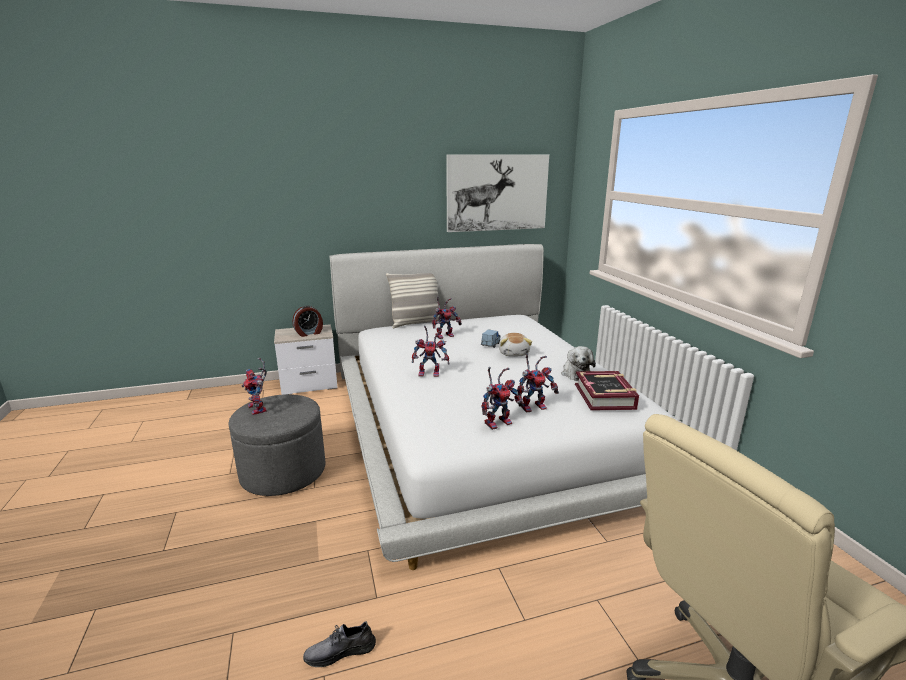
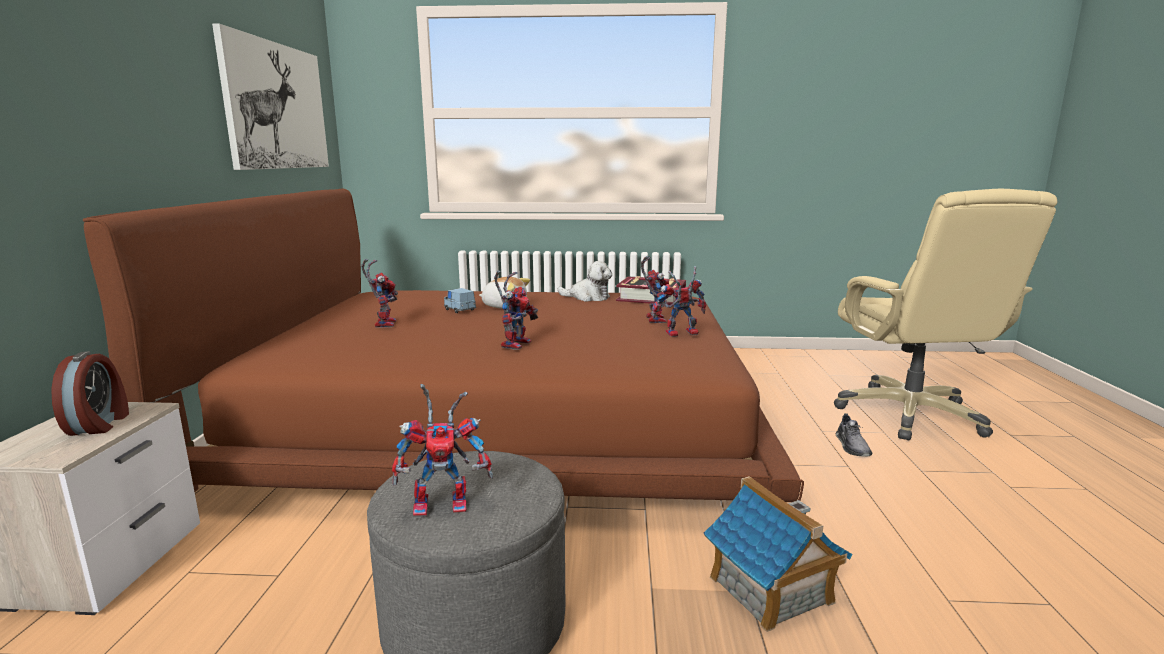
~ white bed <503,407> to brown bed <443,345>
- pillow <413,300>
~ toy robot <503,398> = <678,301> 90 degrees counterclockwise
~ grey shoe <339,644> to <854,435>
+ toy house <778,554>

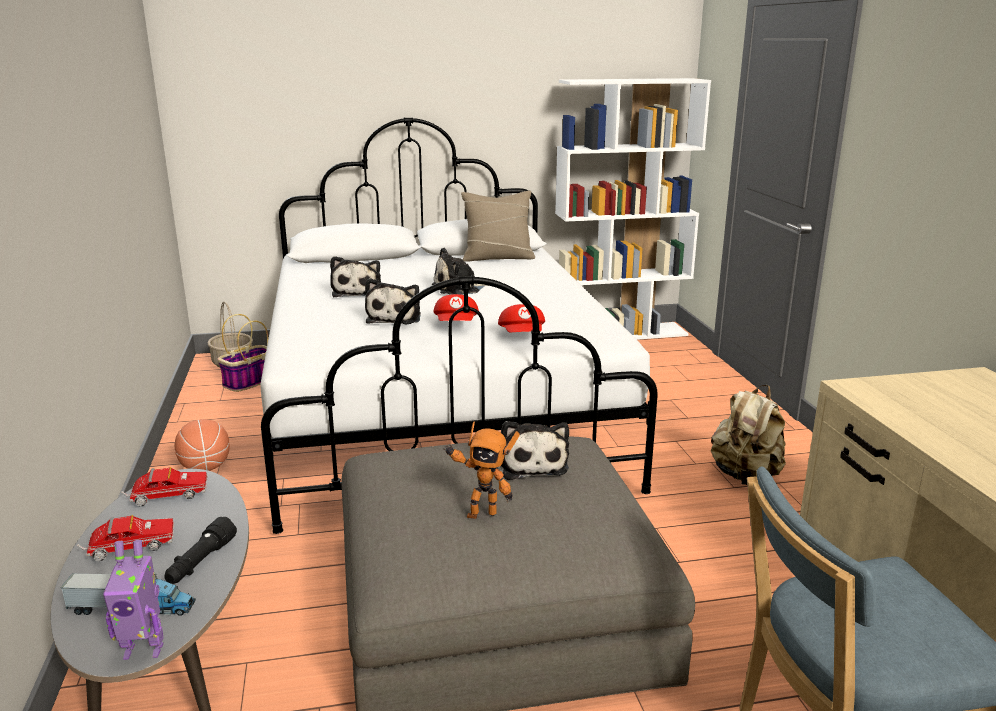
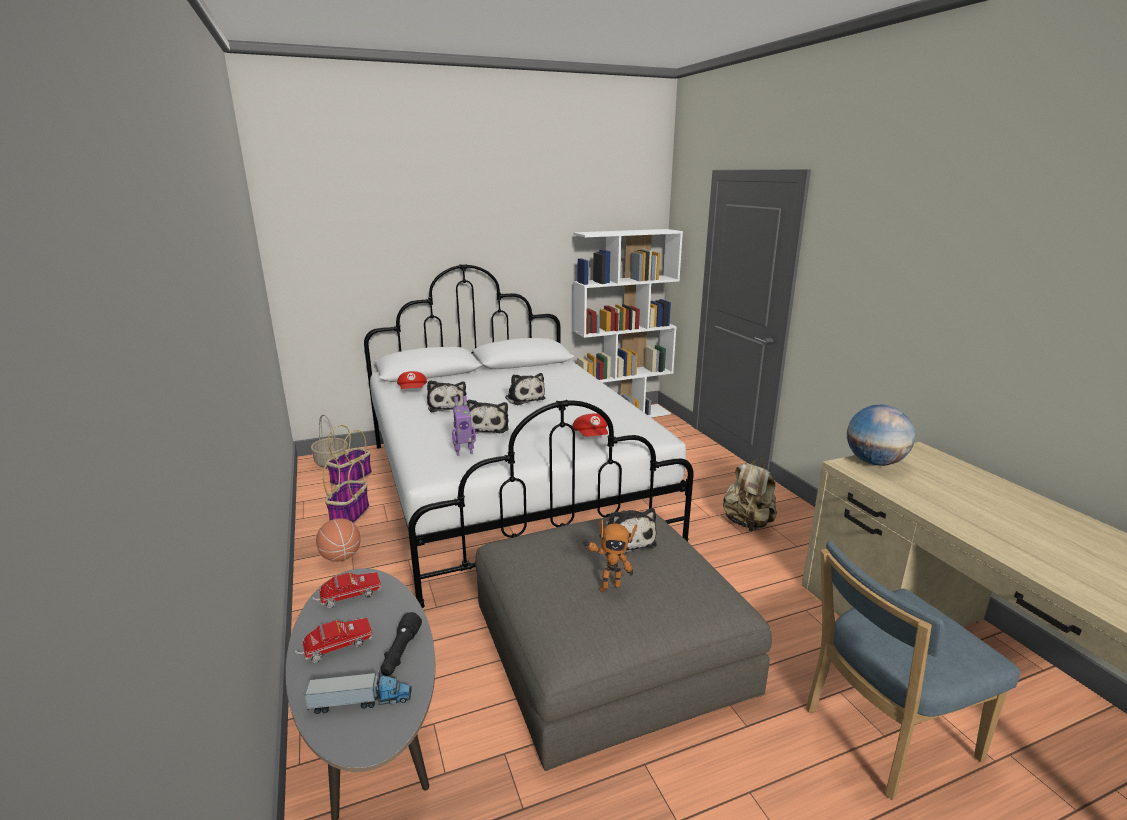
- beige pillow <498,226>
~ plush toy <460,271> = <525,389> 90 degrees counterclockwise
~ red cap <456,307> to <412,380>
~ toy robot <133,600> to <464,426>
+ globe <881,435>
+ basket <346,490>

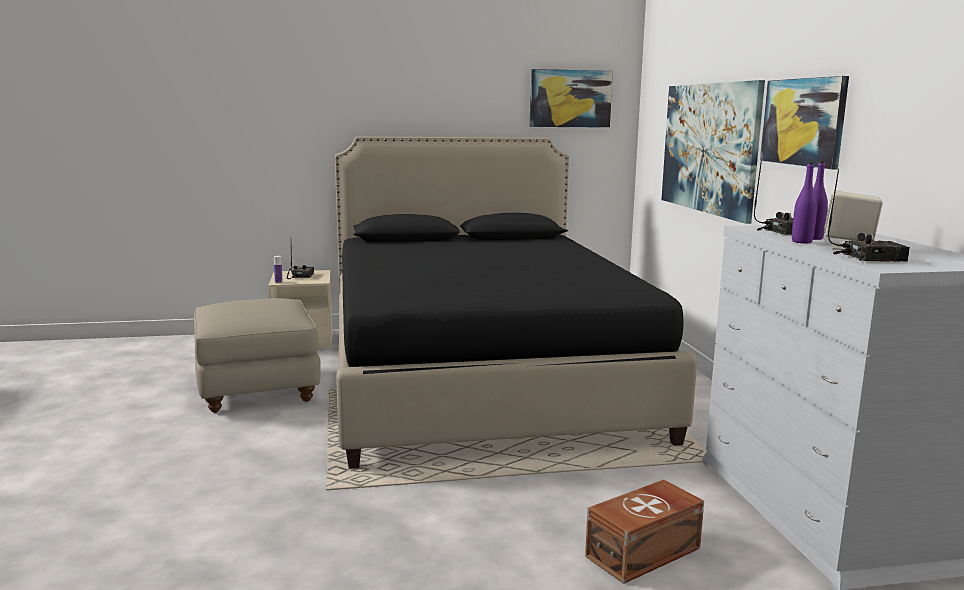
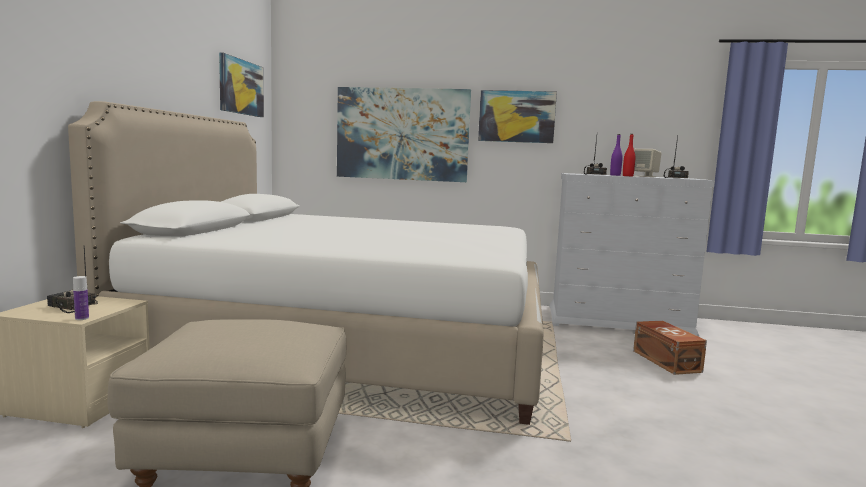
~ black bed <516,303> to white bed <306,263>
~ purple bottle <804,202> to red bottle <629,155>

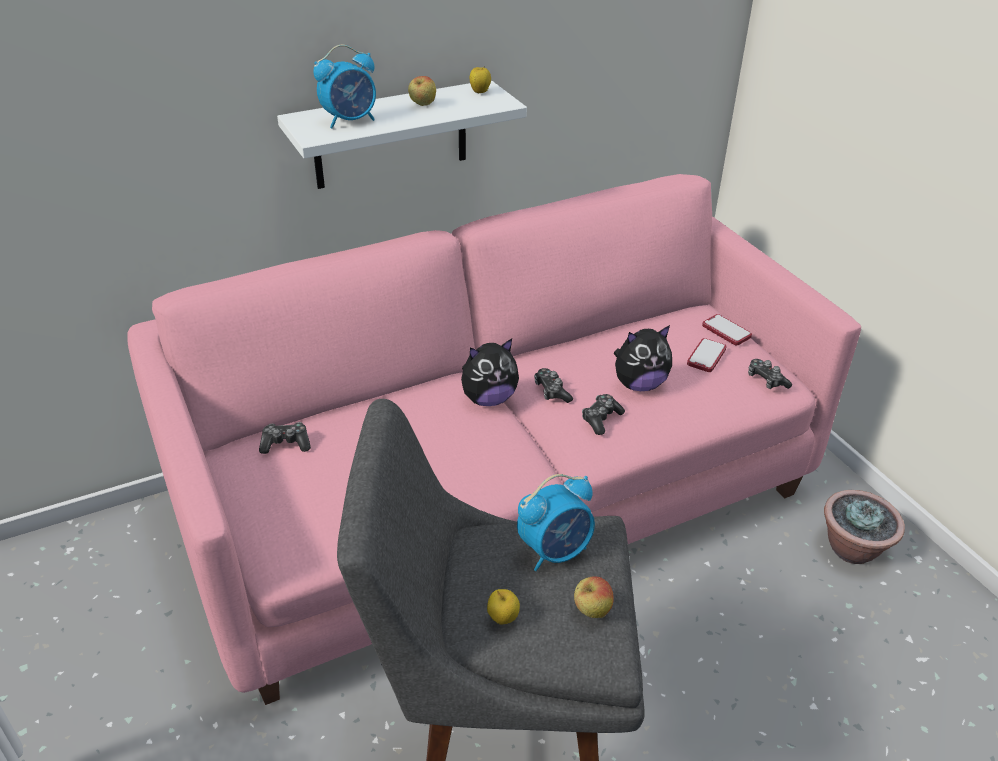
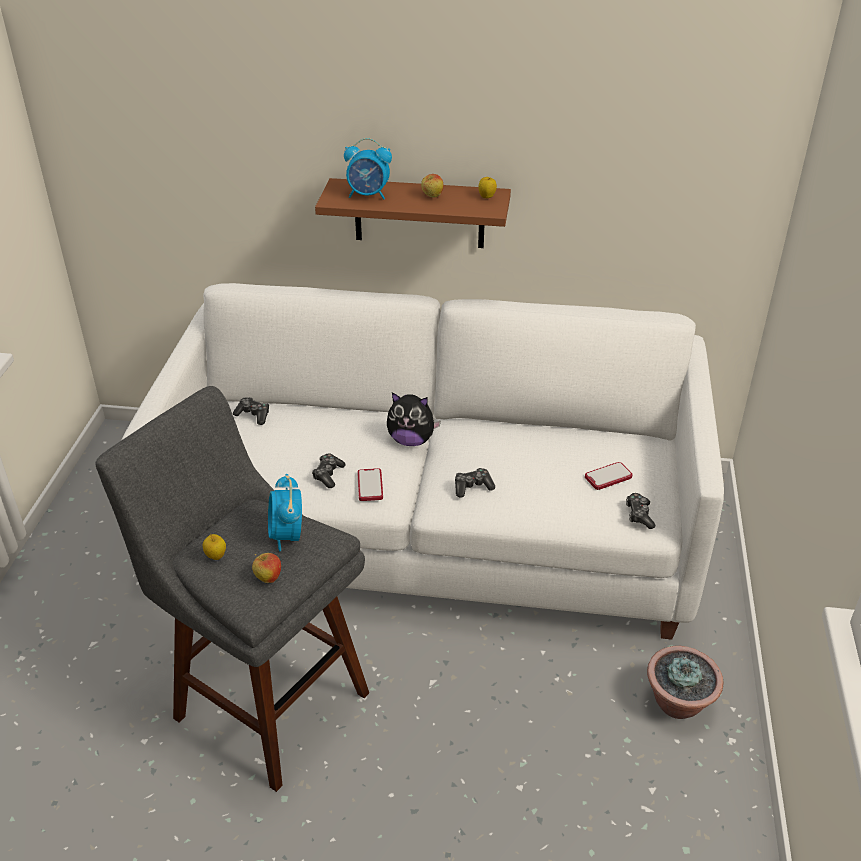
~ white shelf <402,134> to brown shelf <413,213>
~ pink sofa <494,439> to white sofa <422,461>
~ phone <727,329> to <370,484>
- plush toy <642,358>
~ game controller <553,385> to <329,471>
~ alarm clock <556,522> = <285,513> 75 degrees clockwise

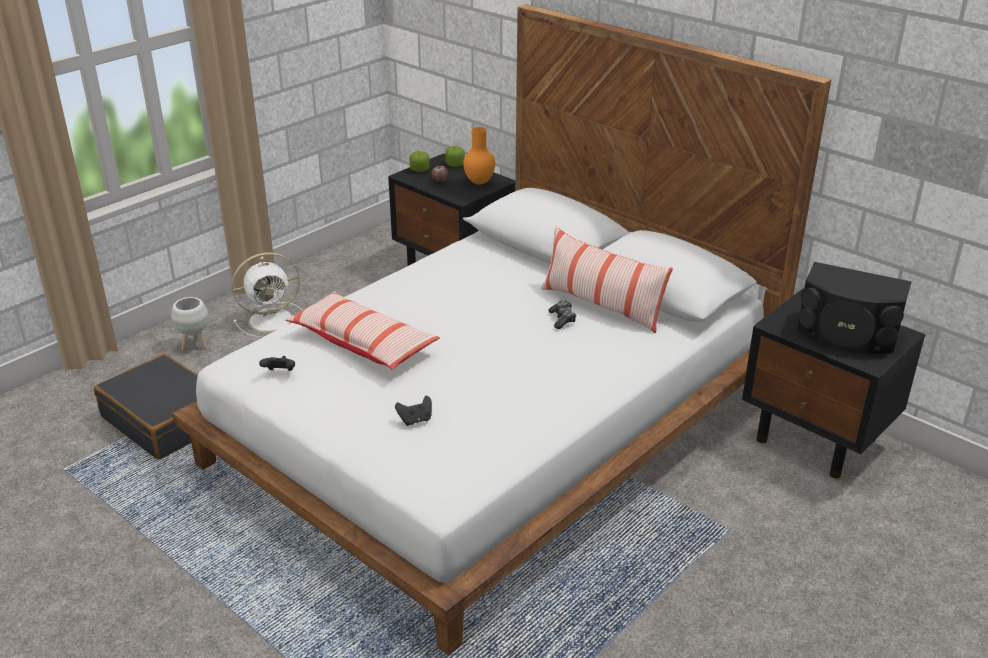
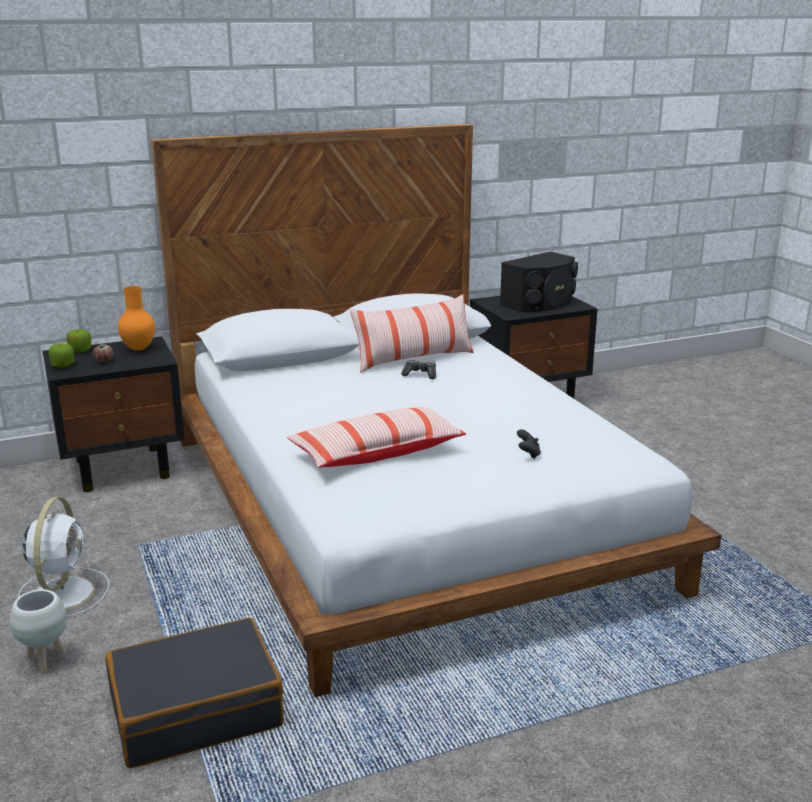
- black game controller <277,363>

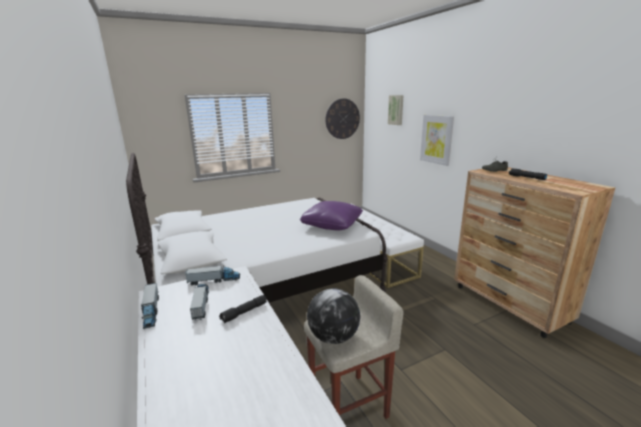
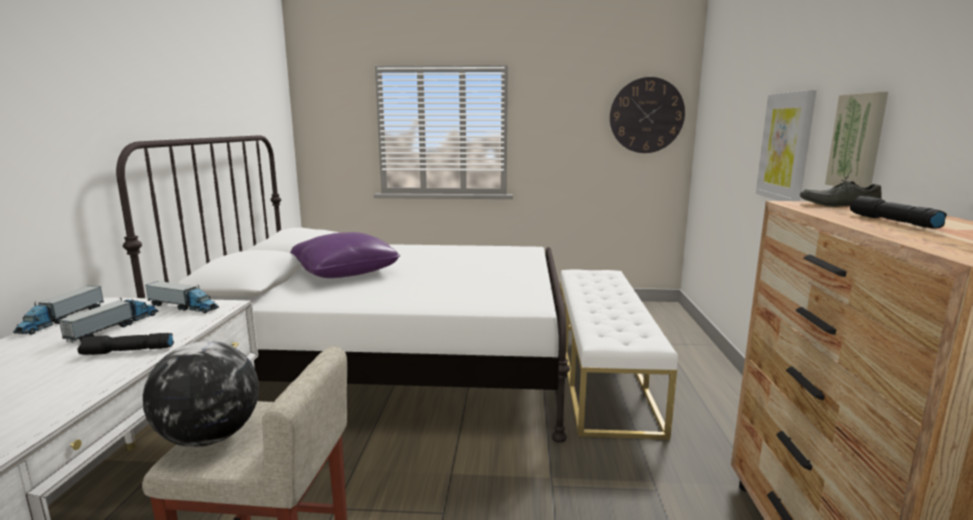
~ picture <396,110> to <856,140>
~ purple pillow <331,216> to <345,255>

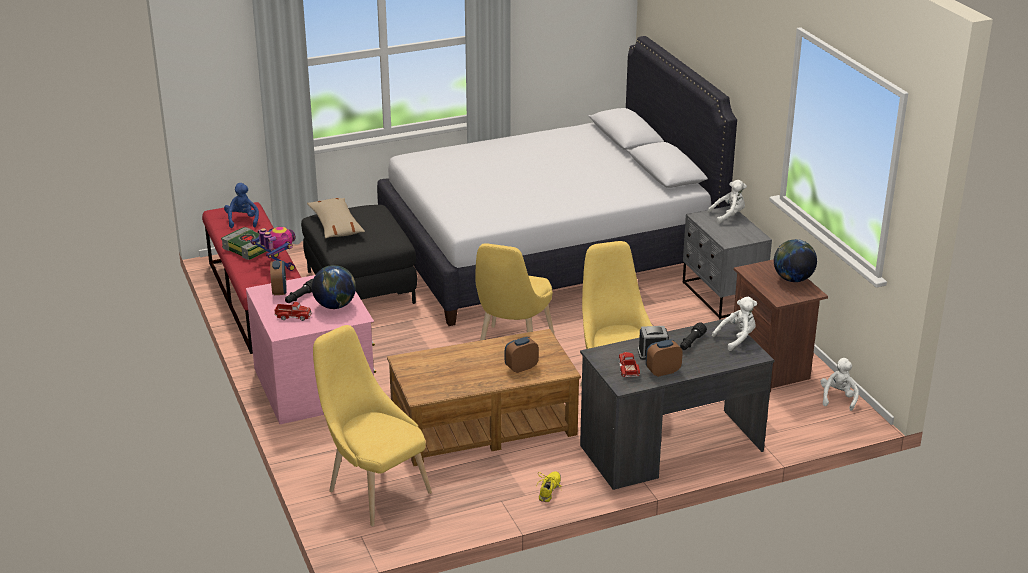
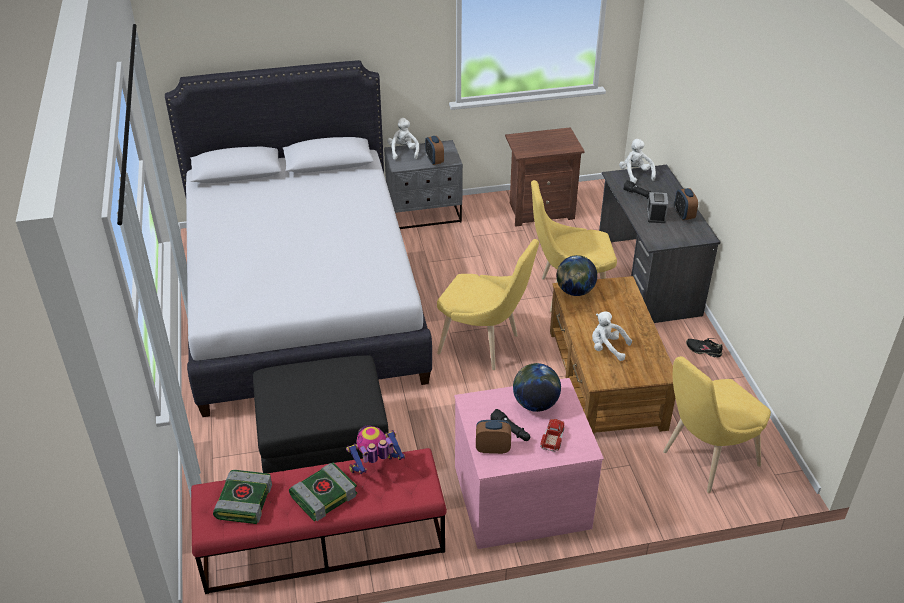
~ blue plush toy <241,205> to book <242,497>
- beige pillow <336,218>
~ globe <795,260> to <577,275>
~ alarm clock <522,355> to <434,150>
- toy truck <629,364>
~ white plush toy <840,384> to <612,336>
~ yellow shoe <549,486> to black shoe <704,348>

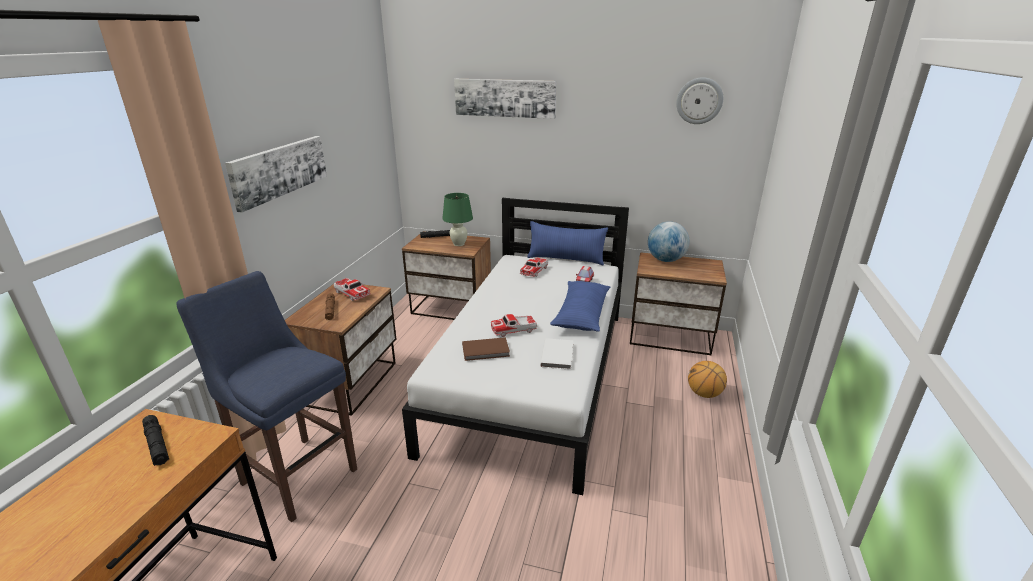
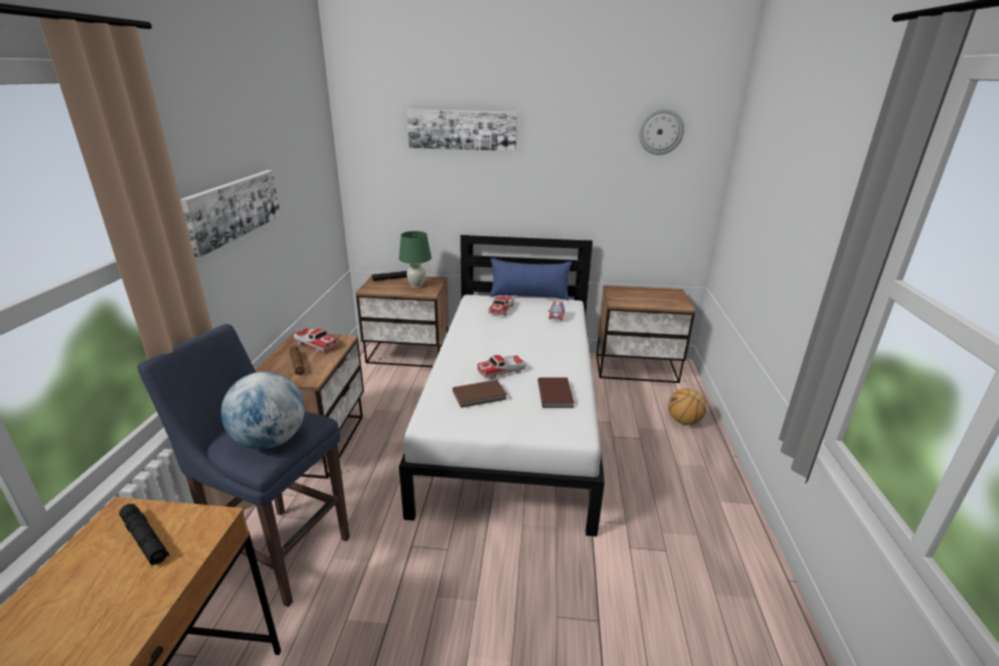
~ globe <669,241> to <263,410>
- blue pillow <580,306>
~ white book <556,354> to brown book <556,393>

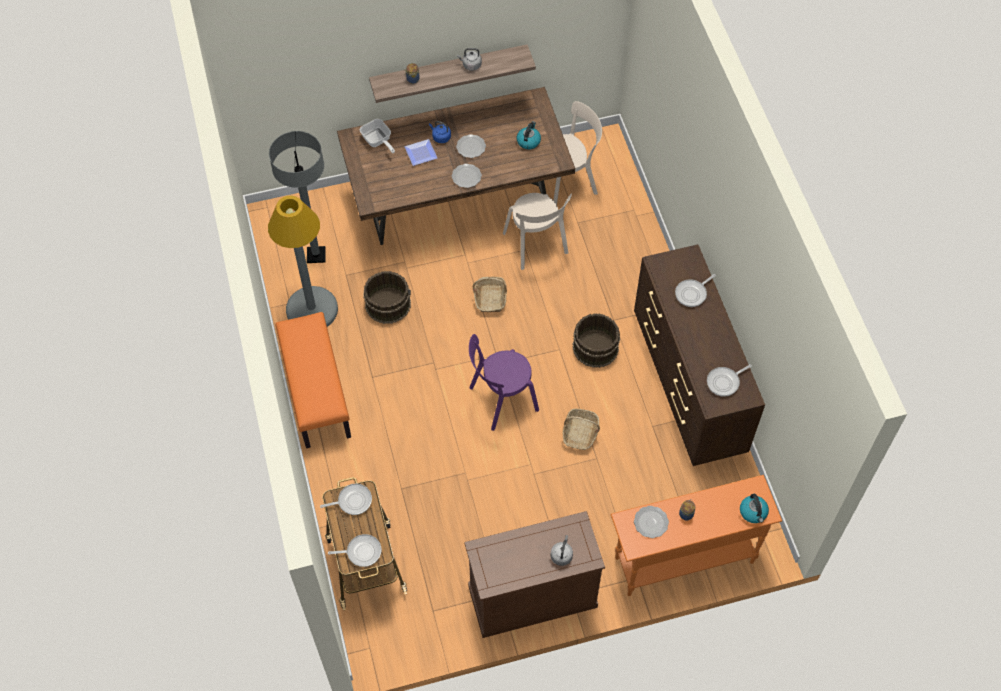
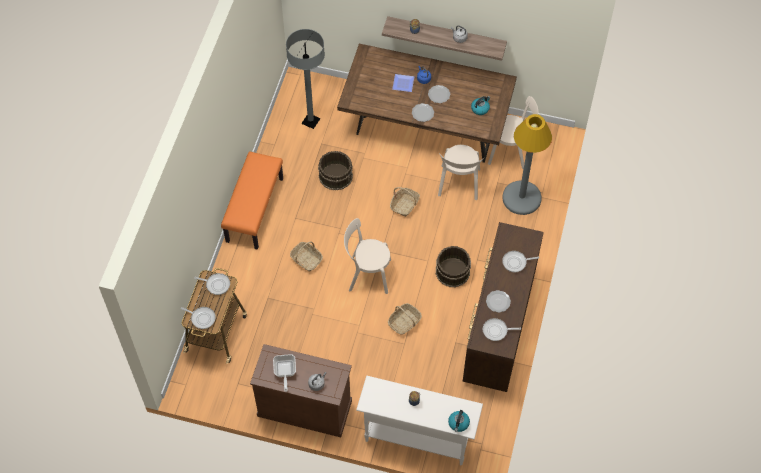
~ frying pan <377,136> to <284,373>
~ grey floor lamp <303,261> to <527,164>
~ purple chair <504,382> to beige chair <367,256>
~ orange console table <696,535> to white console table <419,420>
~ plate <651,522> to <498,301>
+ basket <306,256>

